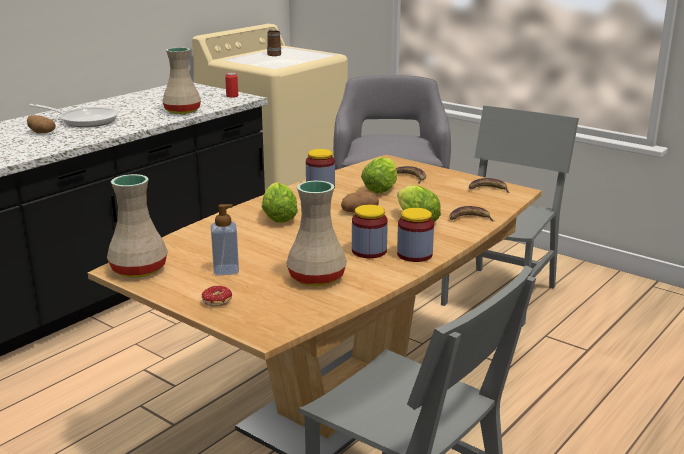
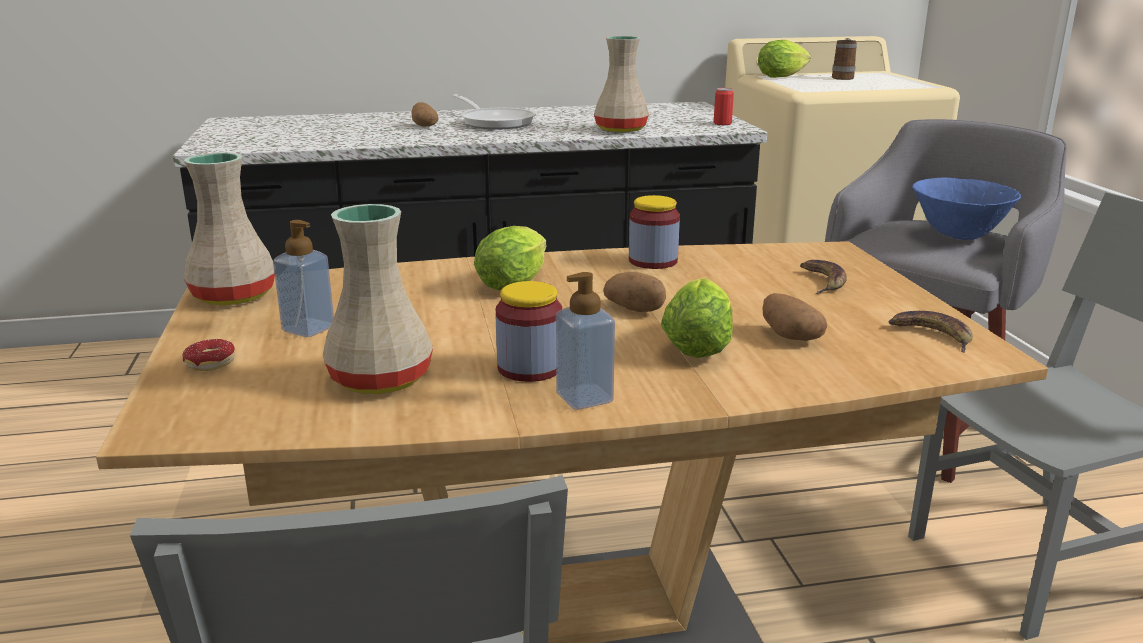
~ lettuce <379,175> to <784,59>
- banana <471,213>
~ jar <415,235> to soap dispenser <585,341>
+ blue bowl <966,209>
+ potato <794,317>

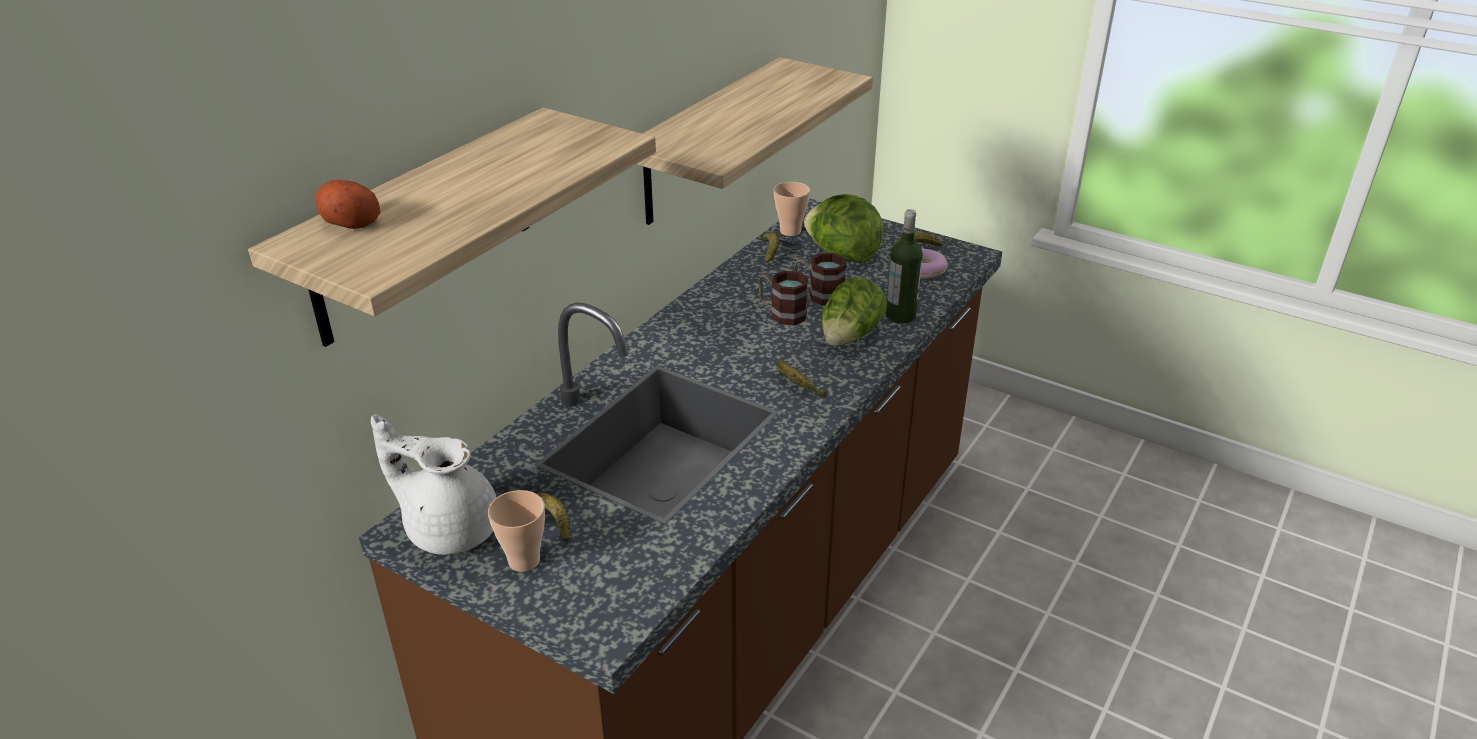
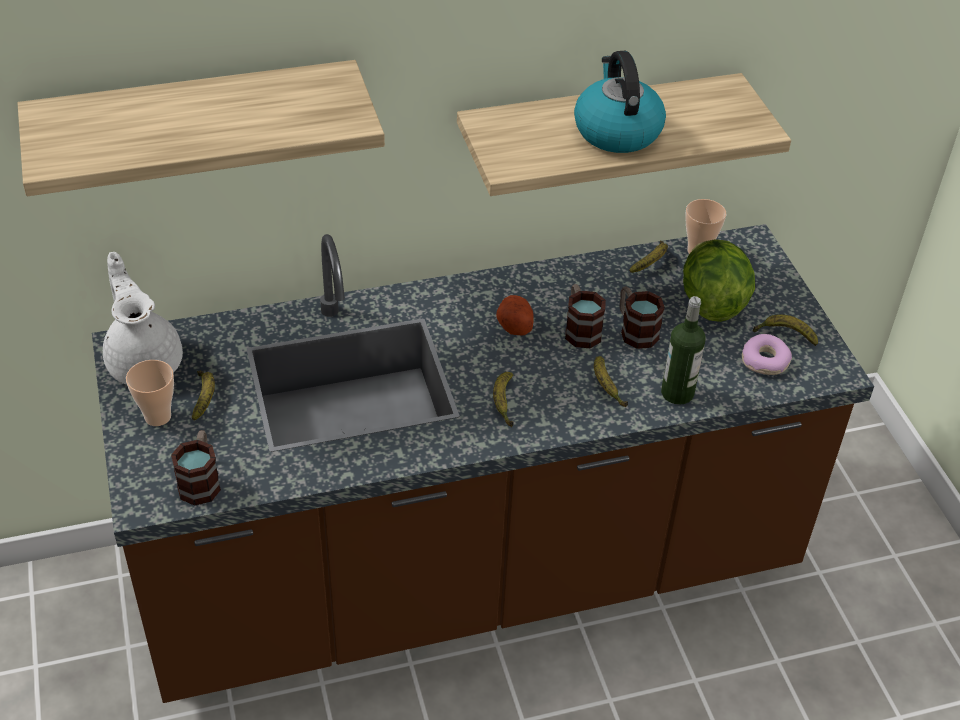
~ potato <348,204> to <515,315>
~ lettuce <854,311> to banana <611,381>
+ kettle <620,102>
+ mug <196,468>

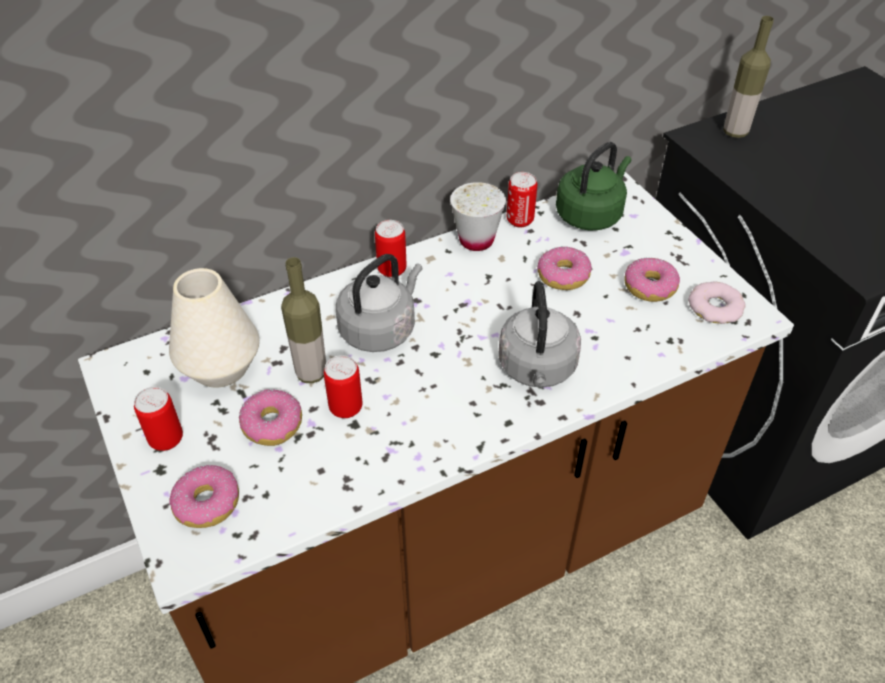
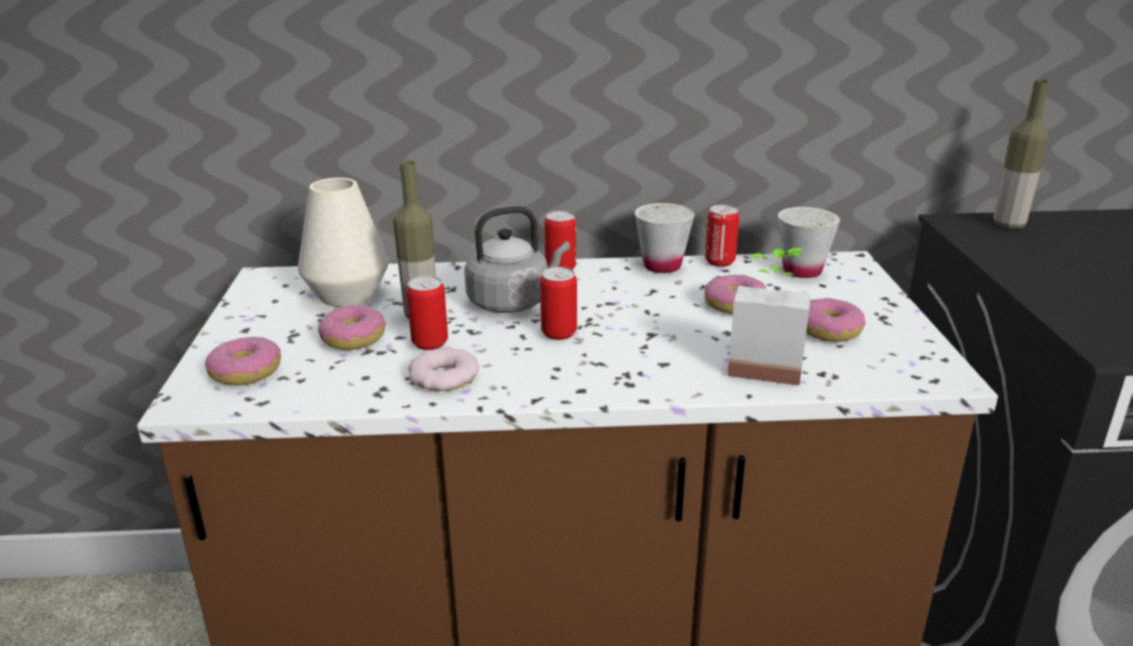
~ green kettle <593,186> to white cup <809,242>
- grey kettle <539,334>
~ donut <717,303> to <443,369>
~ can <158,419> to <558,303>
+ potted plant <769,317>

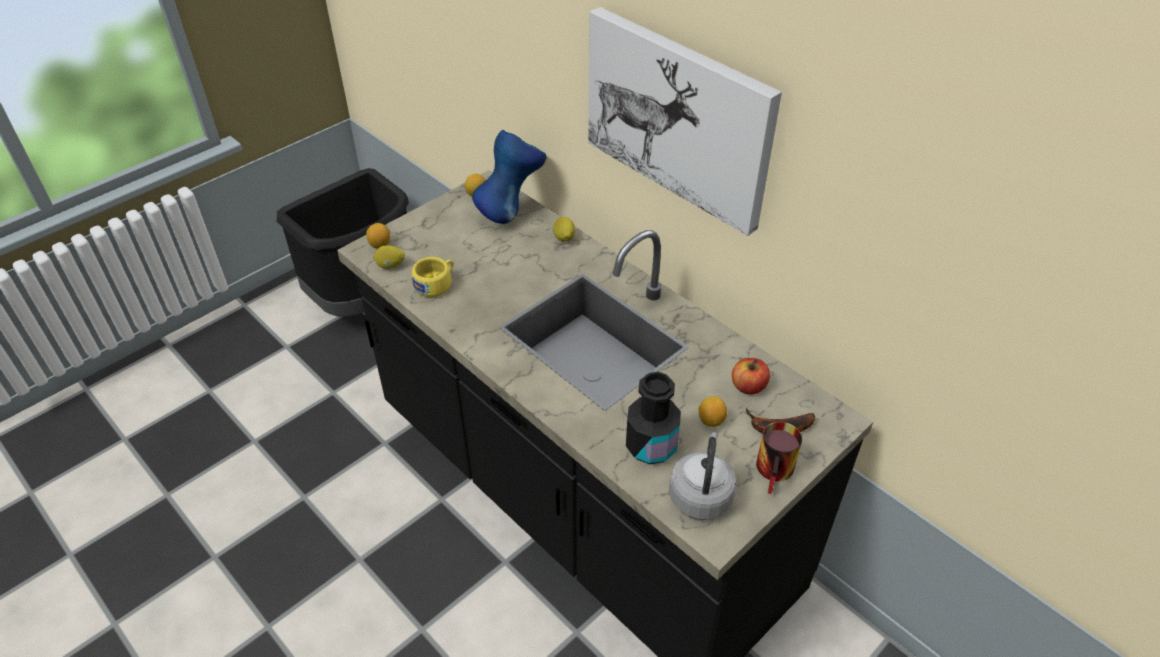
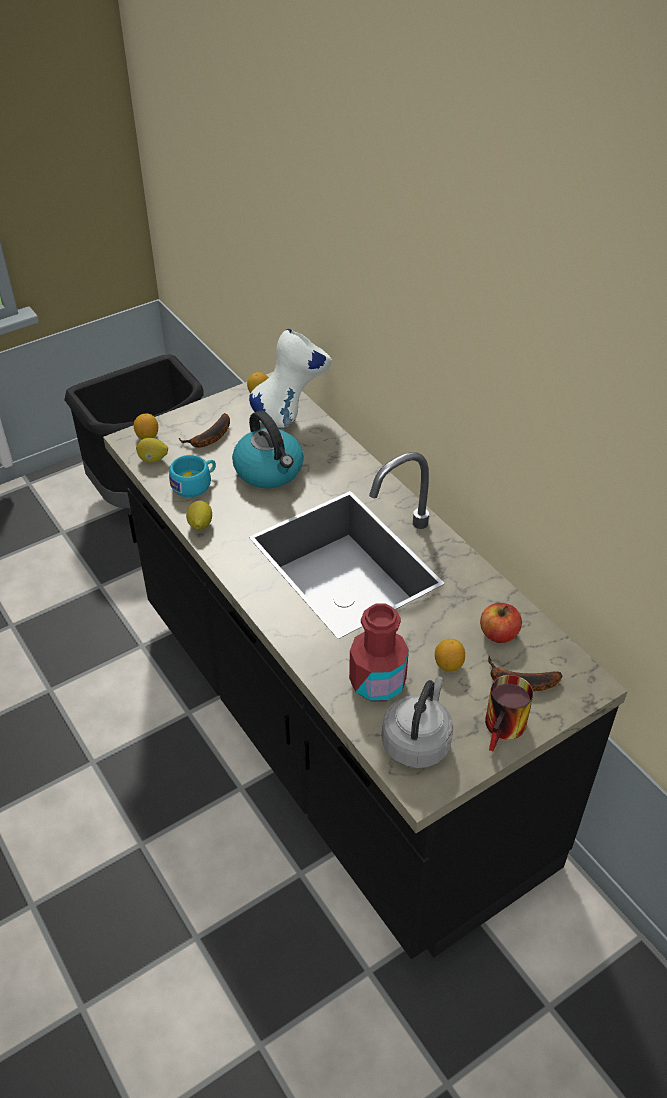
- picture <685,121>
~ blue vase <509,177> to white vase <290,379>
~ lemon <564,229> to <199,515>
~ yellow cup <432,277> to turquoise cup <192,476>
~ black bottle <653,418> to red bottle <379,653>
+ kettle <268,449>
+ banana <204,430>

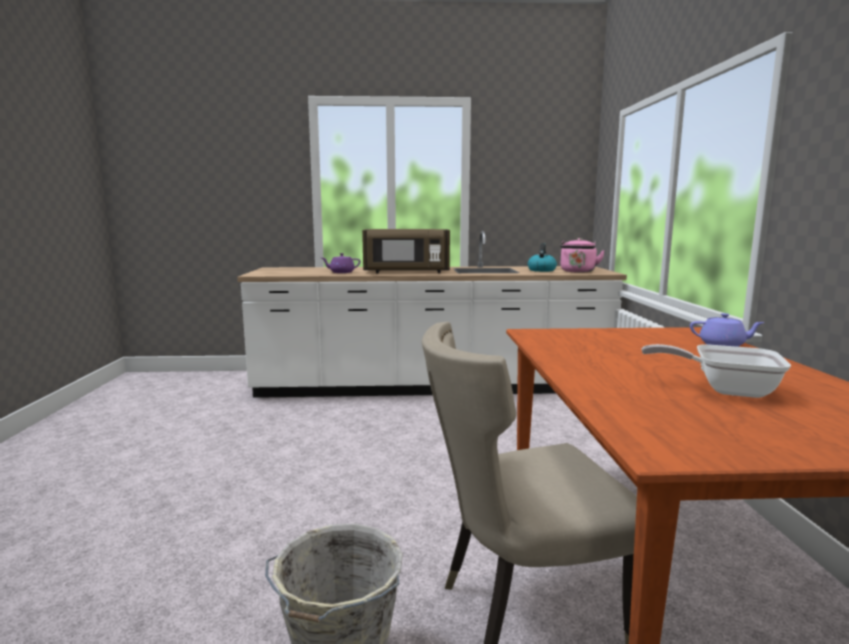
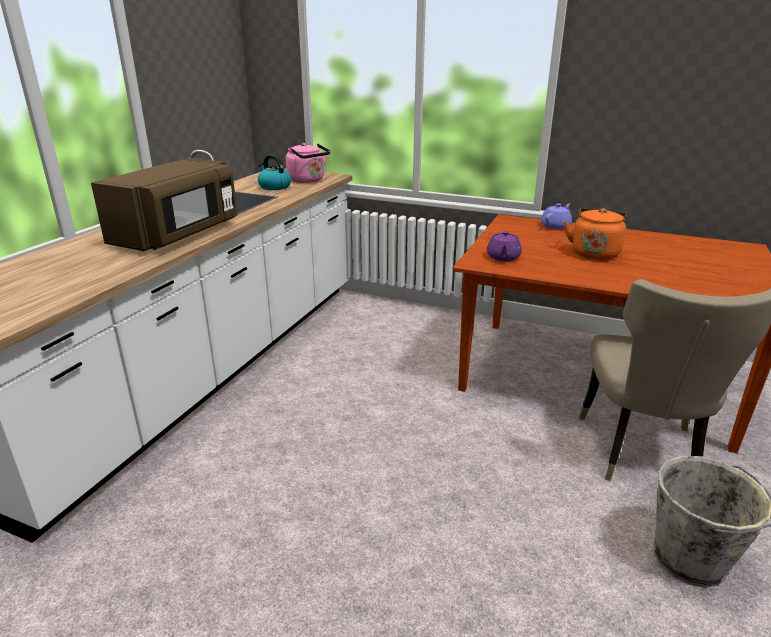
~ purple teapot <341,263> to <504,246>
- frying pan <716,371>
+ orange kettle <596,234>

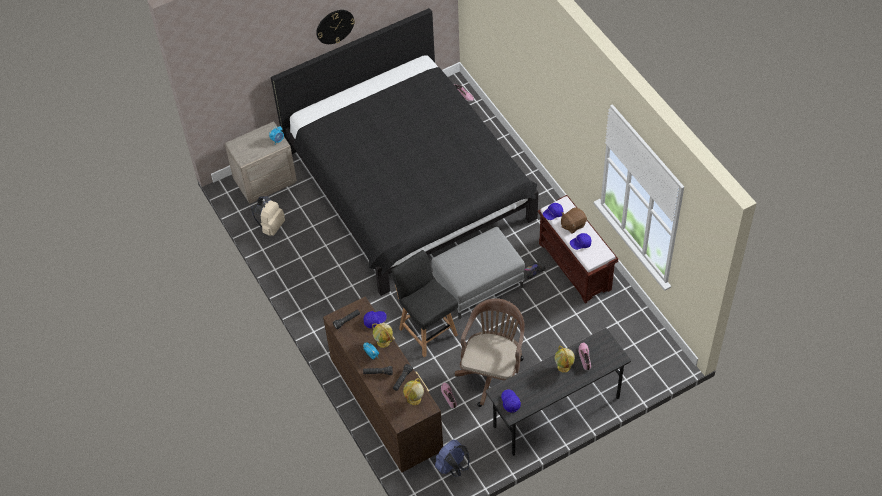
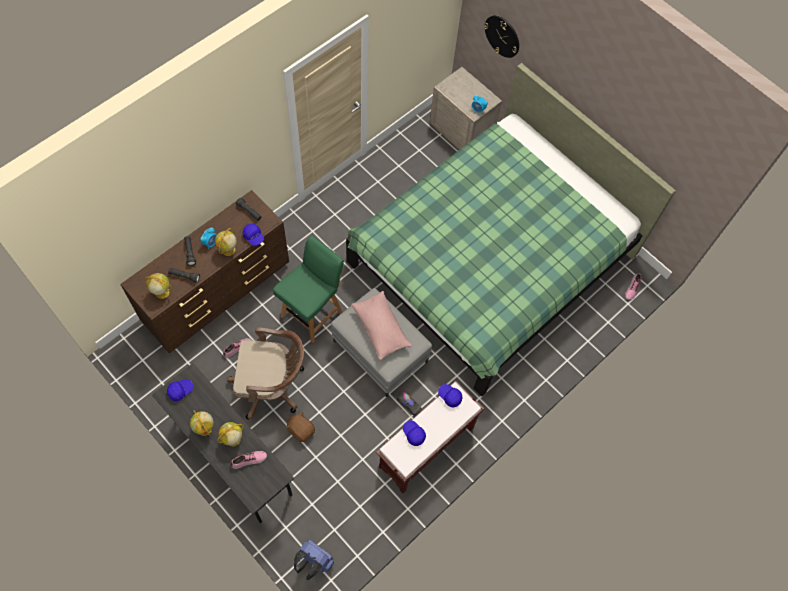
~ black bed <404,152> to green bed <511,229>
~ wall clock <335,27> to <501,36>
- beige backpack <268,216>
~ brown plush toy <574,220> to <300,427>
~ black chair <424,303> to green chair <308,289>
~ blue backpack <452,458> to <314,560>
+ pink pillow <381,326>
+ globe <202,423>

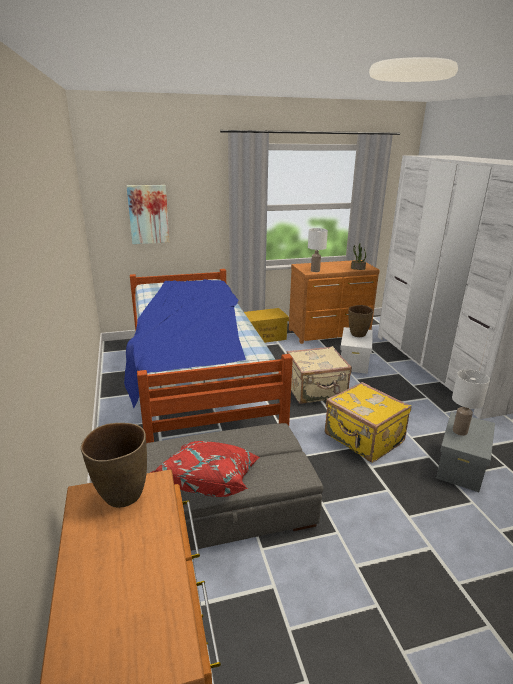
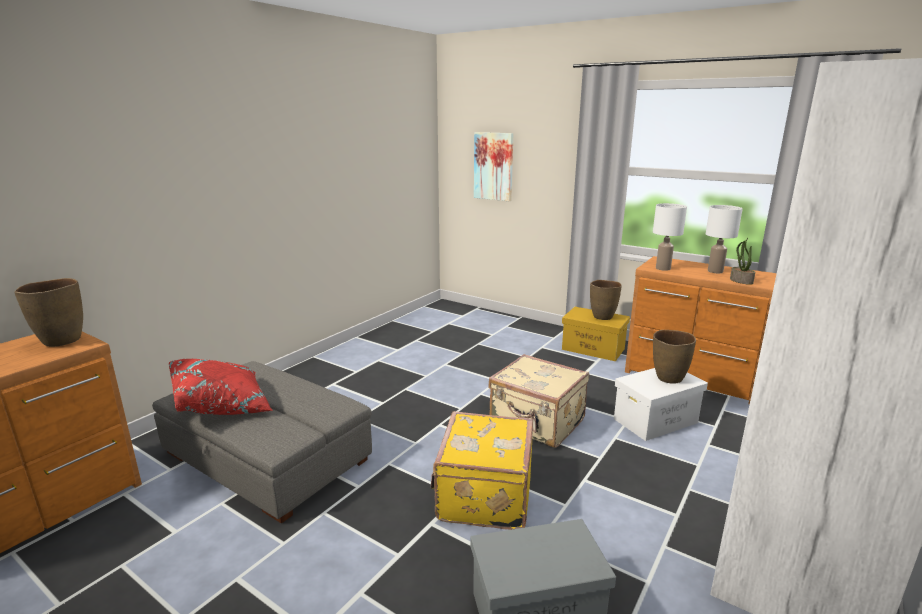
- bed <208,356>
~ white table lamp <471,402> to <724,239>
+ brown vase <606,300>

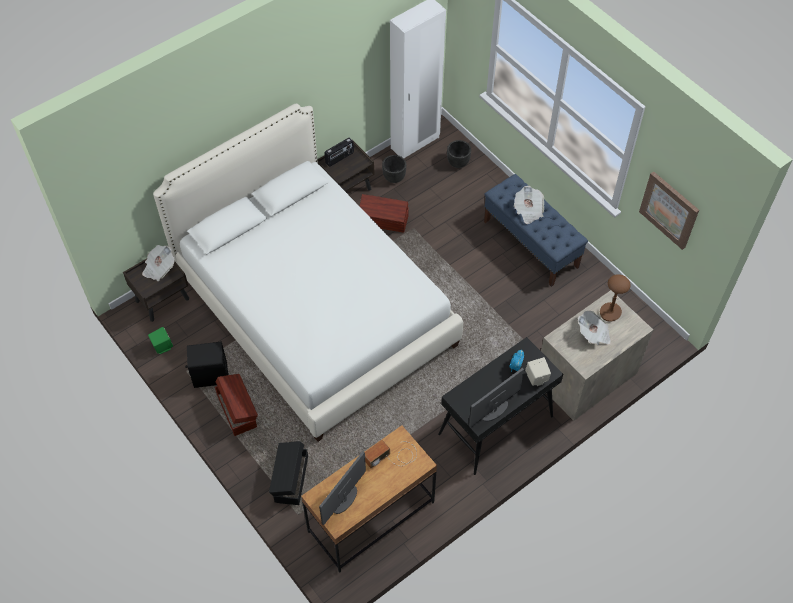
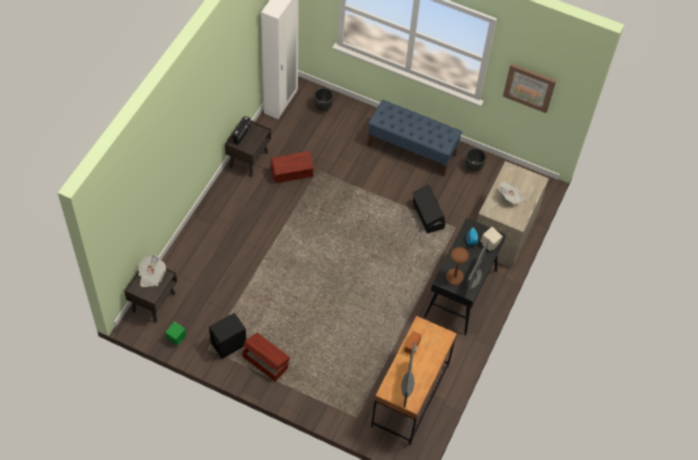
- white bed <308,273>
~ black planter <394,169> to <475,160>
- newspaper <529,205>
~ brown table lamp <615,298> to <457,266>
~ black storage box <288,473> to <429,209>

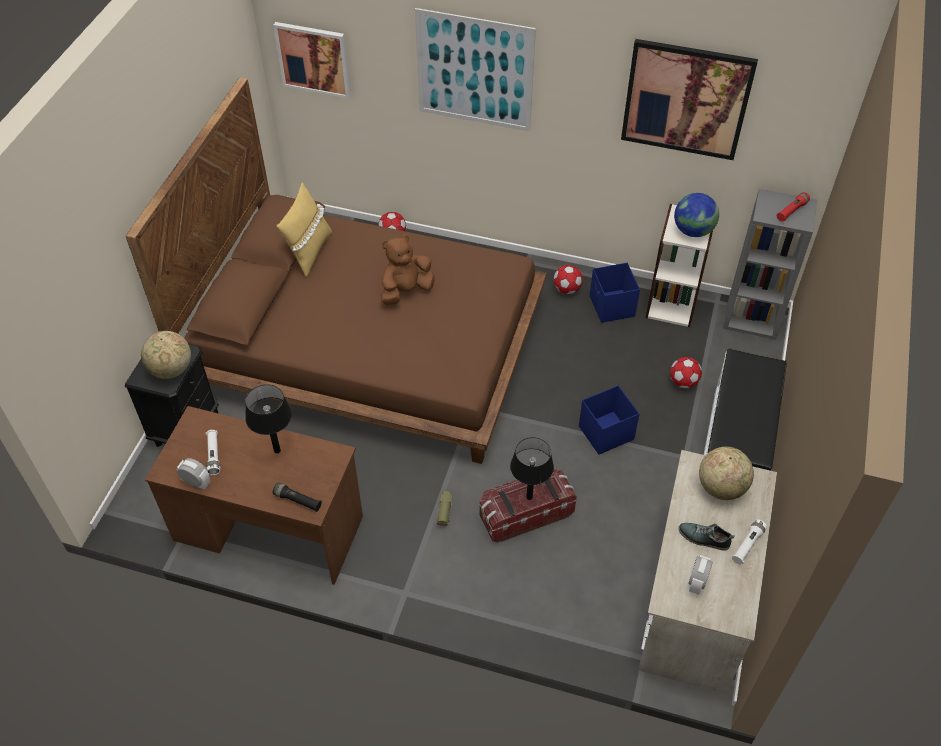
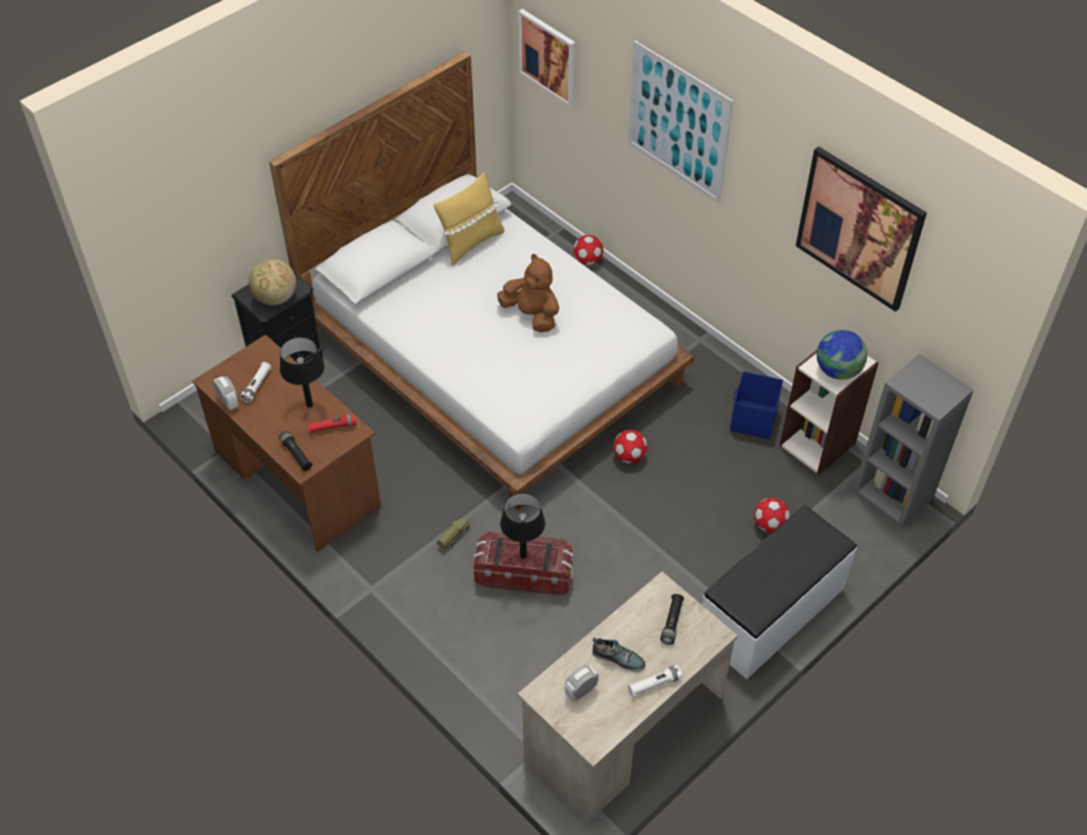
~ brown bed <336,270> to white bed <481,280>
~ red flashlight <793,207> to <332,423>
~ brown plush toy <408,269> = <528,293> 45 degrees clockwise
~ football <568,279> to <630,446>
- blue storage box <609,420>
~ globe <726,473> to black flashlight <672,619>
~ shoe <707,537> = <618,654> 150 degrees clockwise

